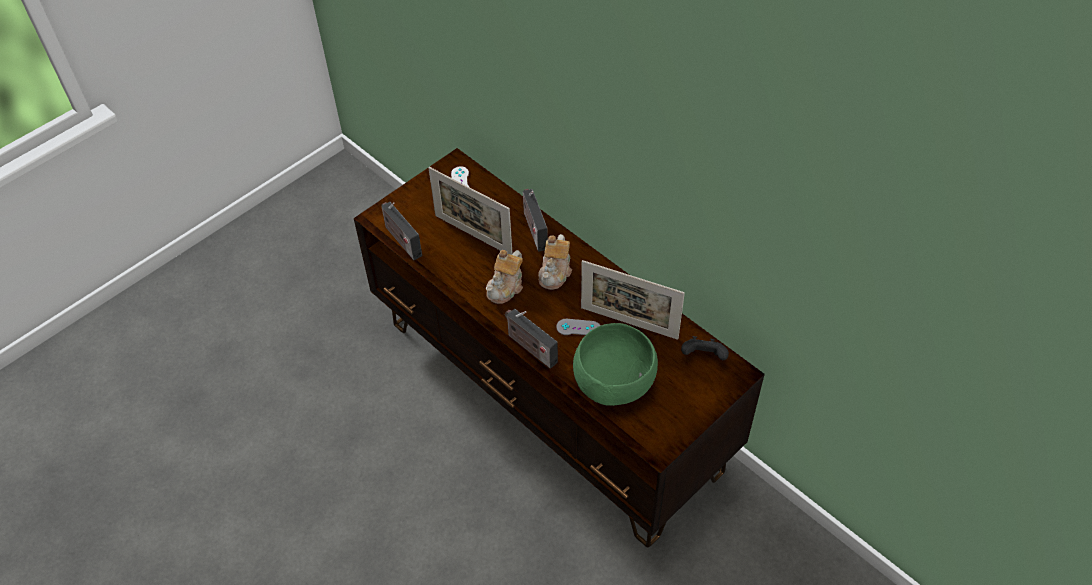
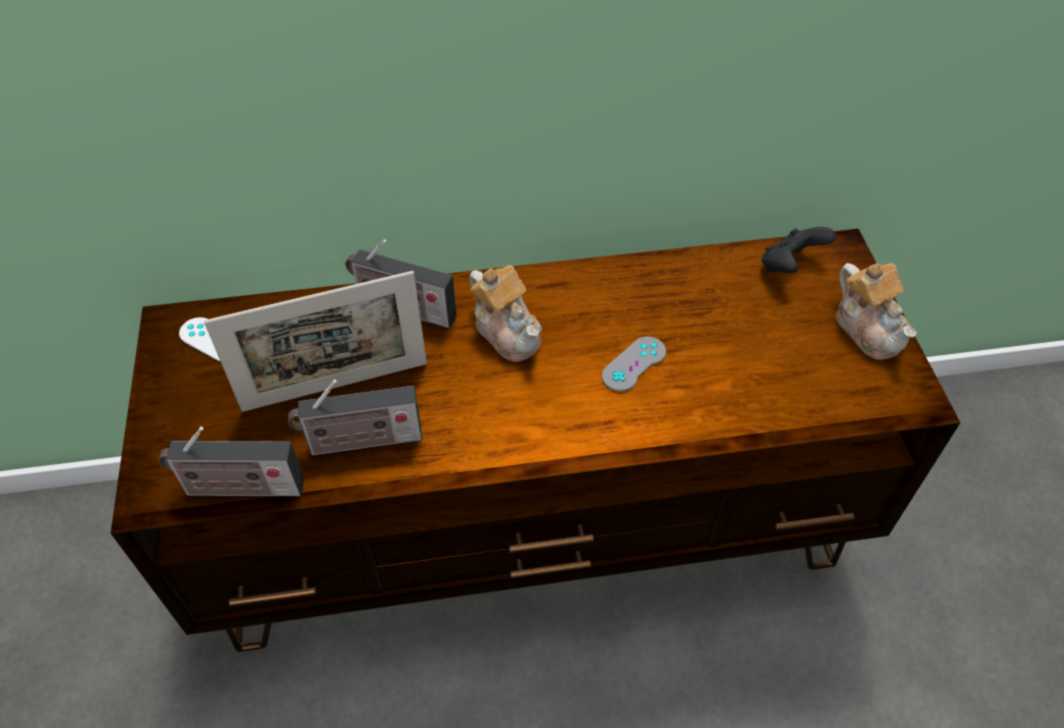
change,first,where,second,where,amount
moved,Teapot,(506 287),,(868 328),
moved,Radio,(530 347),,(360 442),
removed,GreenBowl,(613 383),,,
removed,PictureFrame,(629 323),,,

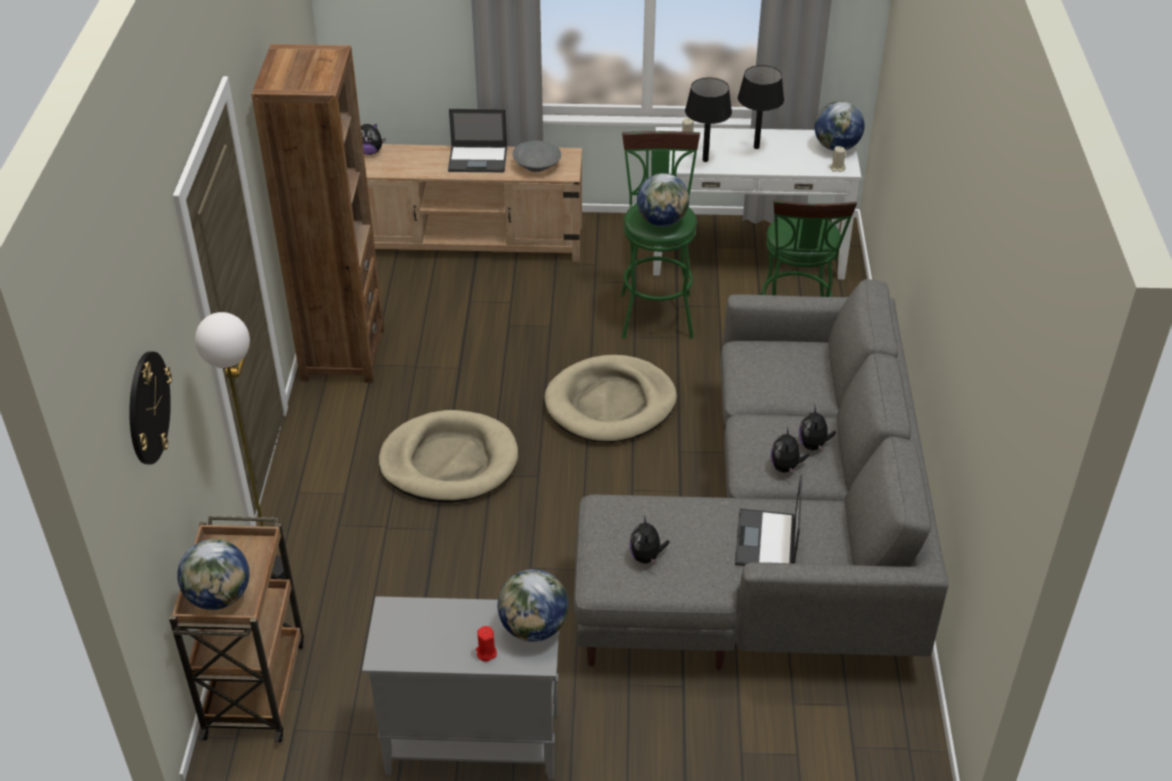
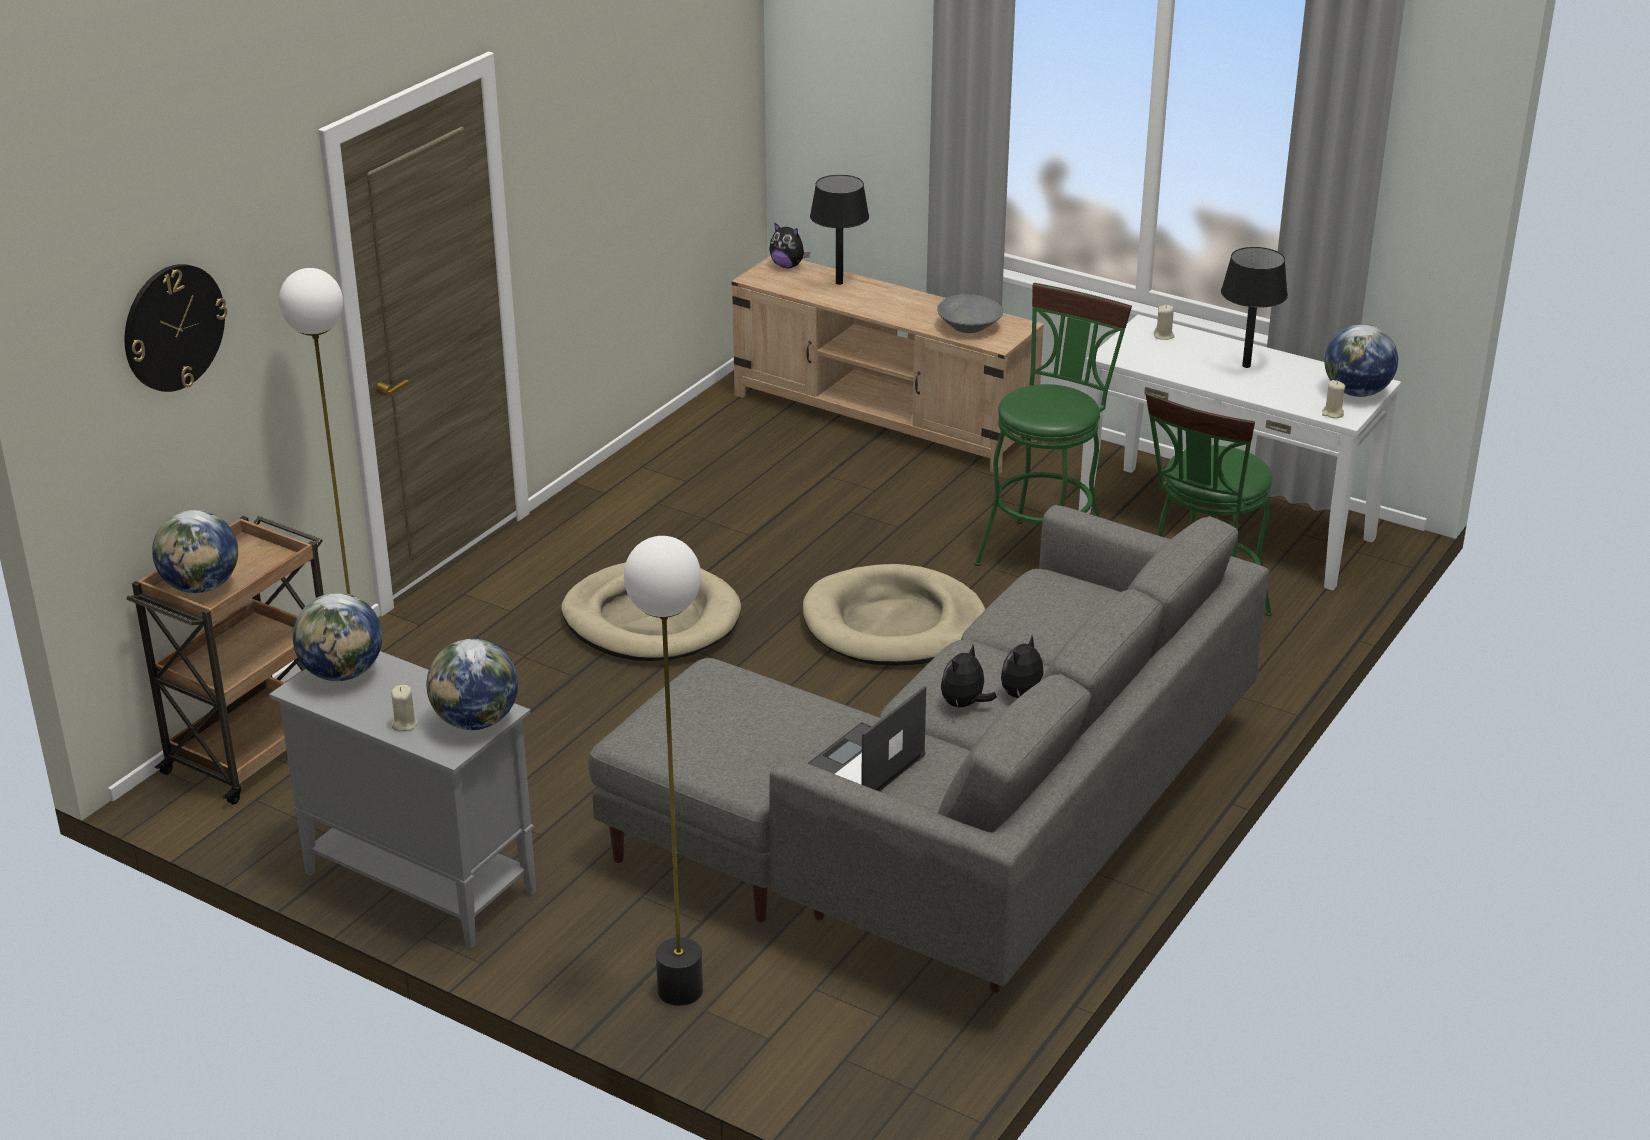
change,first,where,second,where,amount
removed,BrownBookcase,(342 353),,,
removed,Laptop,(478 159),,,
recoloured,RedCandle,(486 653),BeigeCandle,(404 724),
removed,PlushToy,(646 557),,,
moved,Globe,(662 221),,(343 673),
moved,BlackTableLamp,(705 160),,(839 283),
added,,,FloorLamp,(679 990),

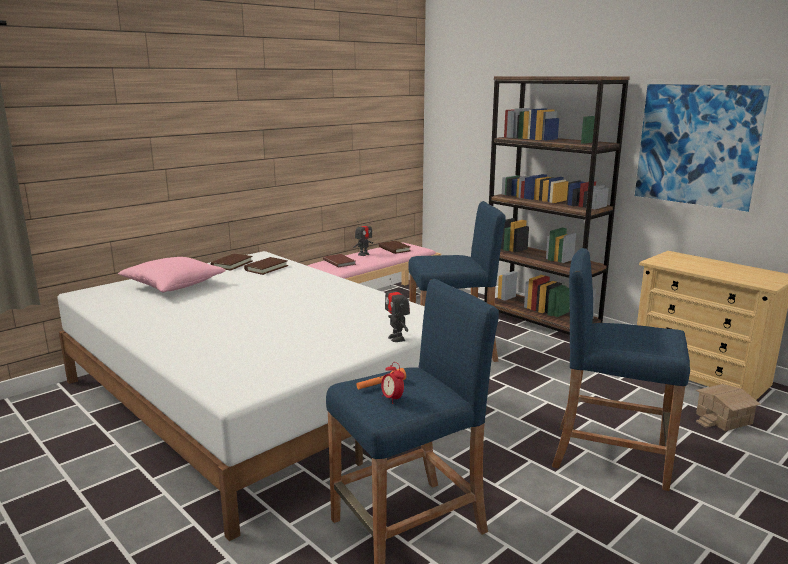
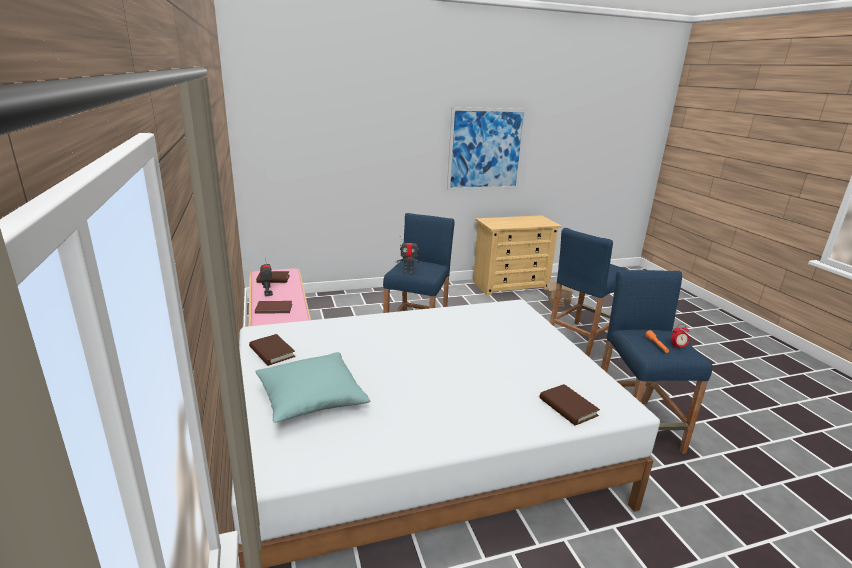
change,first,where,second,where,amount
recoloured,PinkPillow,(173 285),TurquoisePillow,(311 399),
moved,BrownBook,(266 268),,(568 407),
moved,ToyRobot,(397 338),,(408 272),
removed,BrownBookcase,(540 322),,,

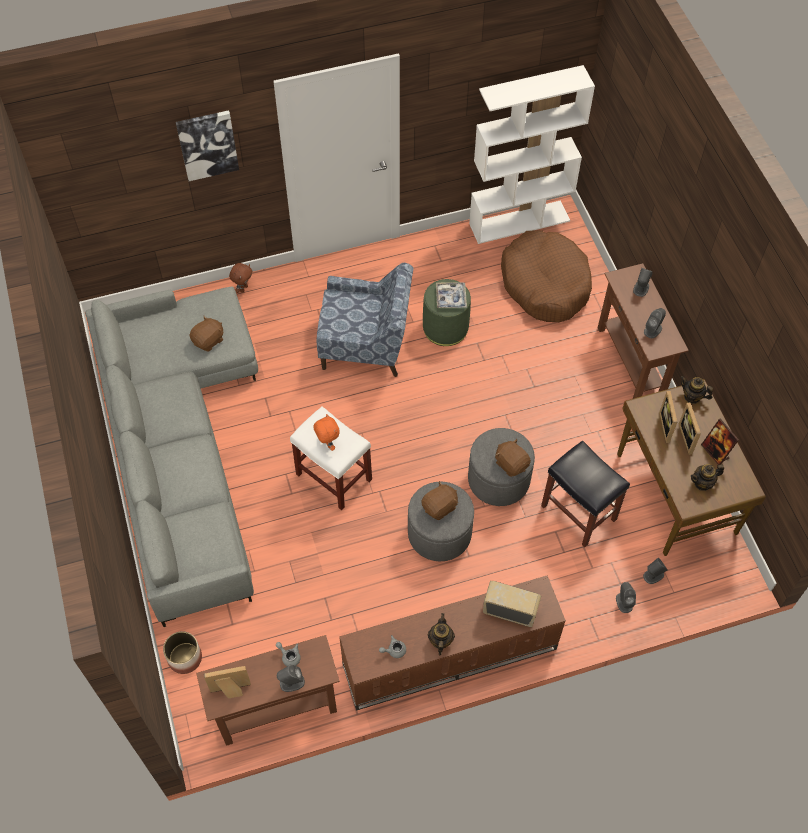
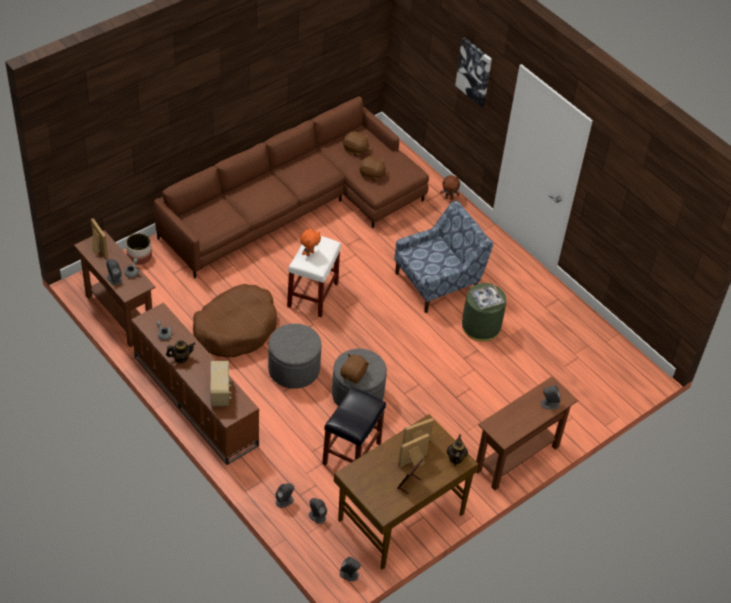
change,first,where,second,where,amount
recoloured,GreySofa,(182 447),BrownSofa,(297 206),
turned,BlueArmchair,(366 344),,(438 282),105 degrees counterclockwise
moved,BrownPlushToy,(440 507),,(355 150),
removed,WhiteBookcase,(520 222),,,
moved,BrownDogBed,(545 284),,(235 328),
moved,GreySpeaker,(653 329),,(349 574),
removed,Teapot,(703 483),,,

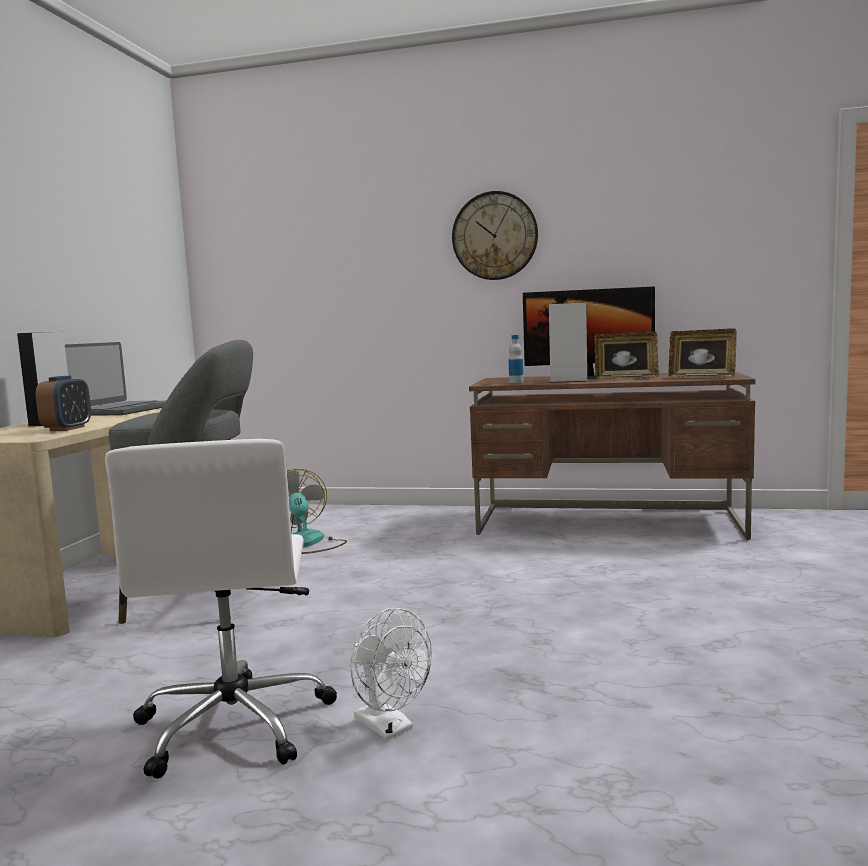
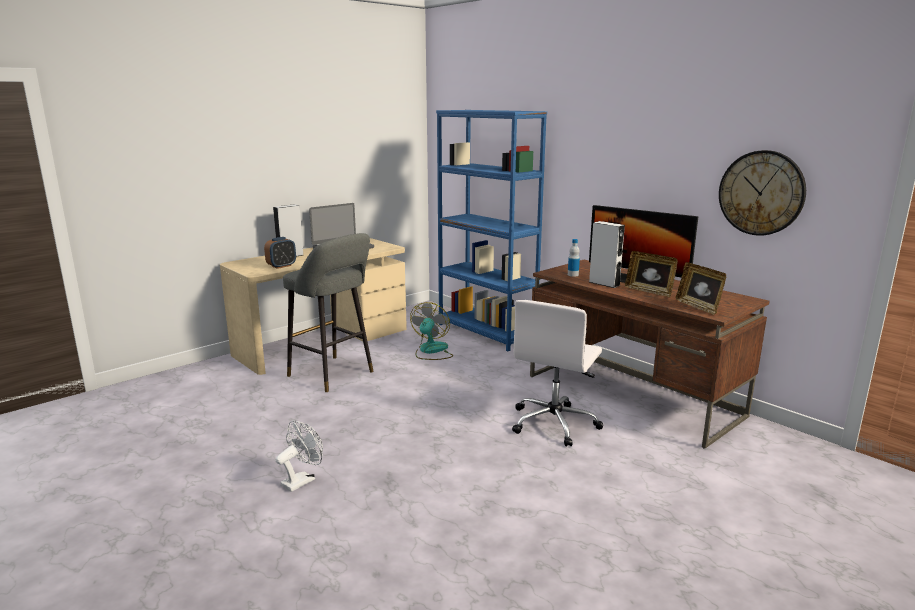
change,first,where,second,where,amount
moved,WhiteOfficeChair,(235 724),,(554 423),
turned,WhiteFan,(390 727),,(302 480),135 degrees counterclockwise
moved,WallClock,(494 236),,(761 193),
added,,,BlueBookcase,(486 332),

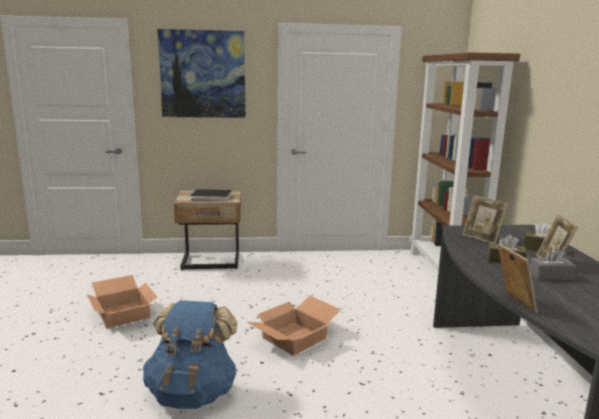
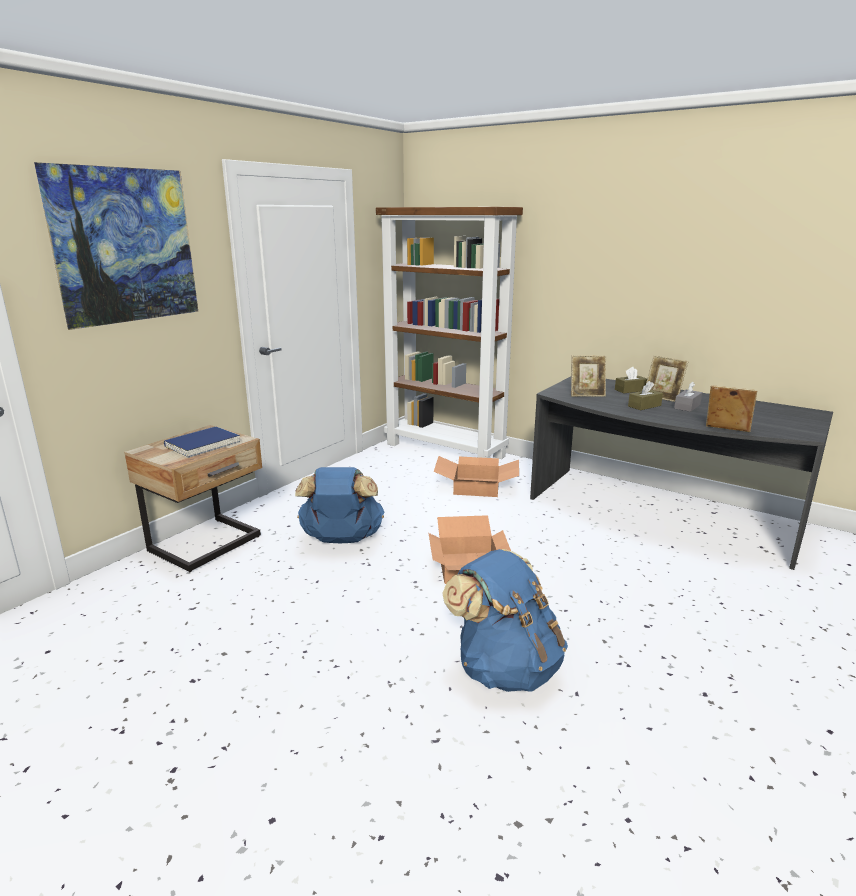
change,first,where,second,where,amount
moved,CardboardBox,(124 314),,(477 486),
recoloured,BlackBook,(211 197),BlueBook,(202 445),
added,,,BlueBackpack,(341 540),

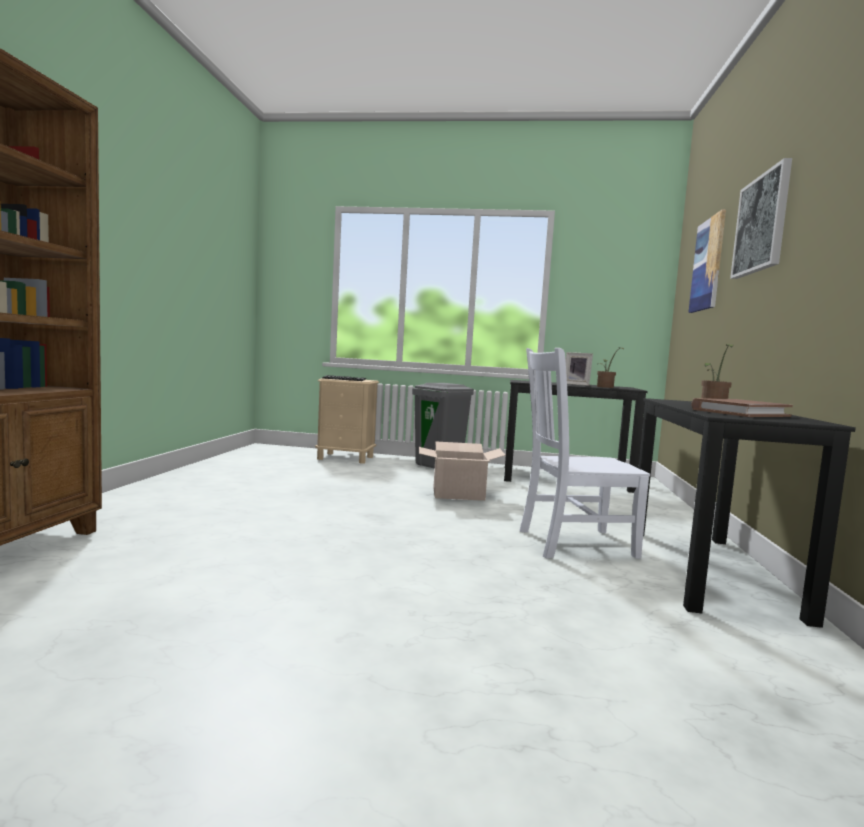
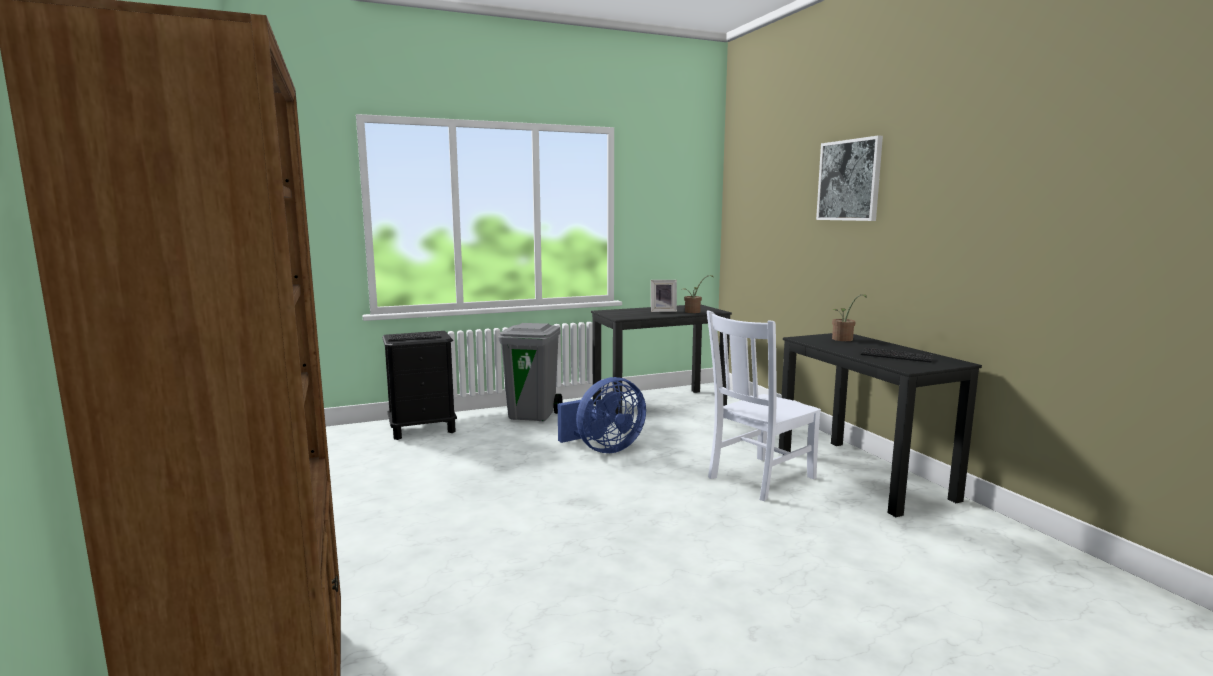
change,first,where,second,where,amount
recoloured,BeigeNightstand,(346 458),BlackNightstand,(423 429),
replaced,CardboardBox,(458 494),BlueFan,(604 449),
removed,Picture,(707 264),,,
replaced,BrownBook,(739 413),Keyboard,(896 356),

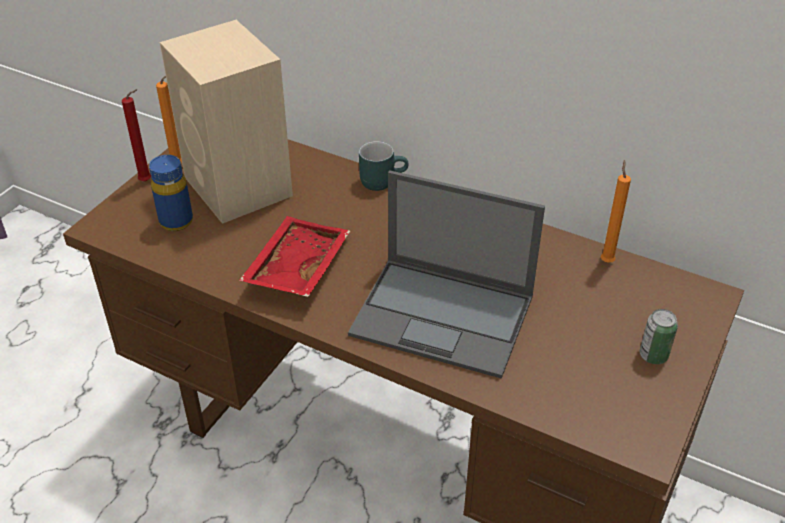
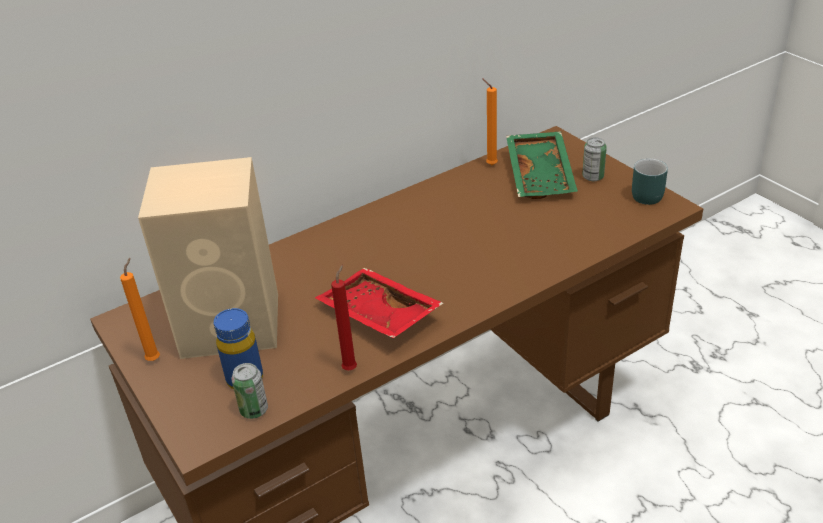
change,first,where,second,where,amount
moved,RedCandle,(147 181),,(351 368),
removed,Laptop,(444 316),,,
moved,TurquoiseMug,(382 180),,(645 194),
added,,,Can,(254 410),
added,,,GreenTray,(542 175),

